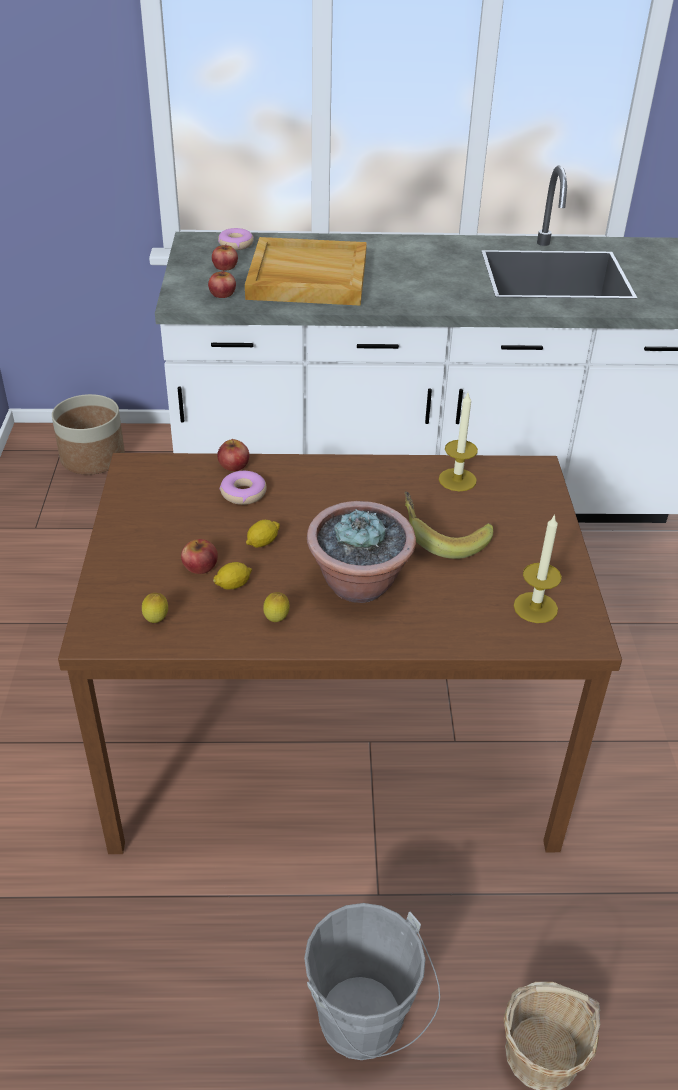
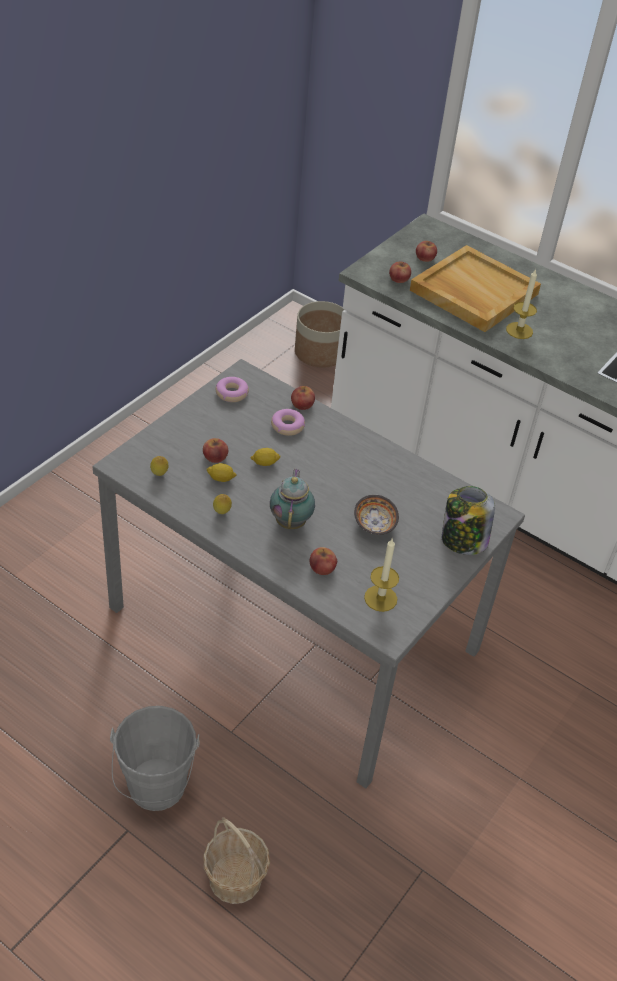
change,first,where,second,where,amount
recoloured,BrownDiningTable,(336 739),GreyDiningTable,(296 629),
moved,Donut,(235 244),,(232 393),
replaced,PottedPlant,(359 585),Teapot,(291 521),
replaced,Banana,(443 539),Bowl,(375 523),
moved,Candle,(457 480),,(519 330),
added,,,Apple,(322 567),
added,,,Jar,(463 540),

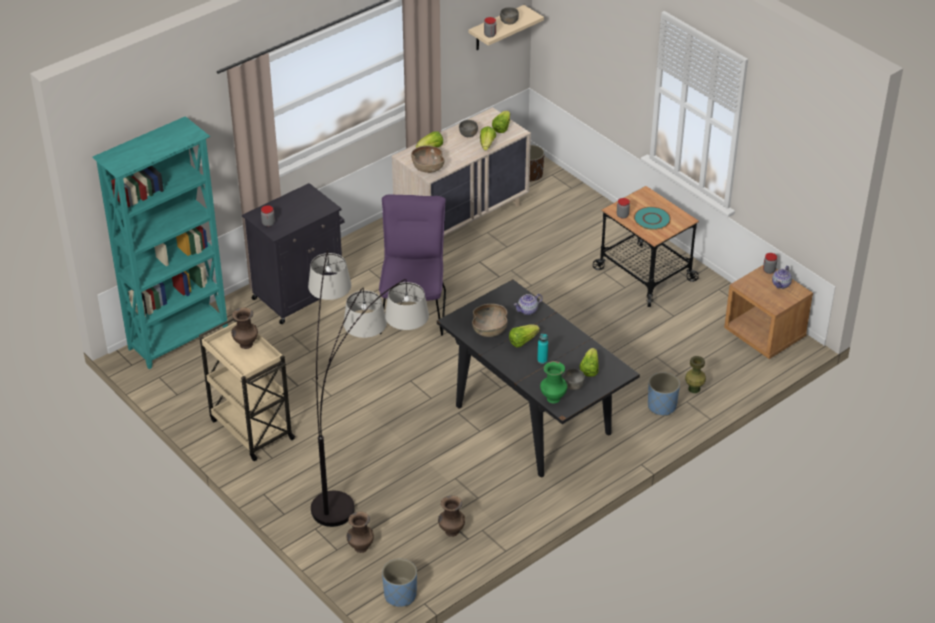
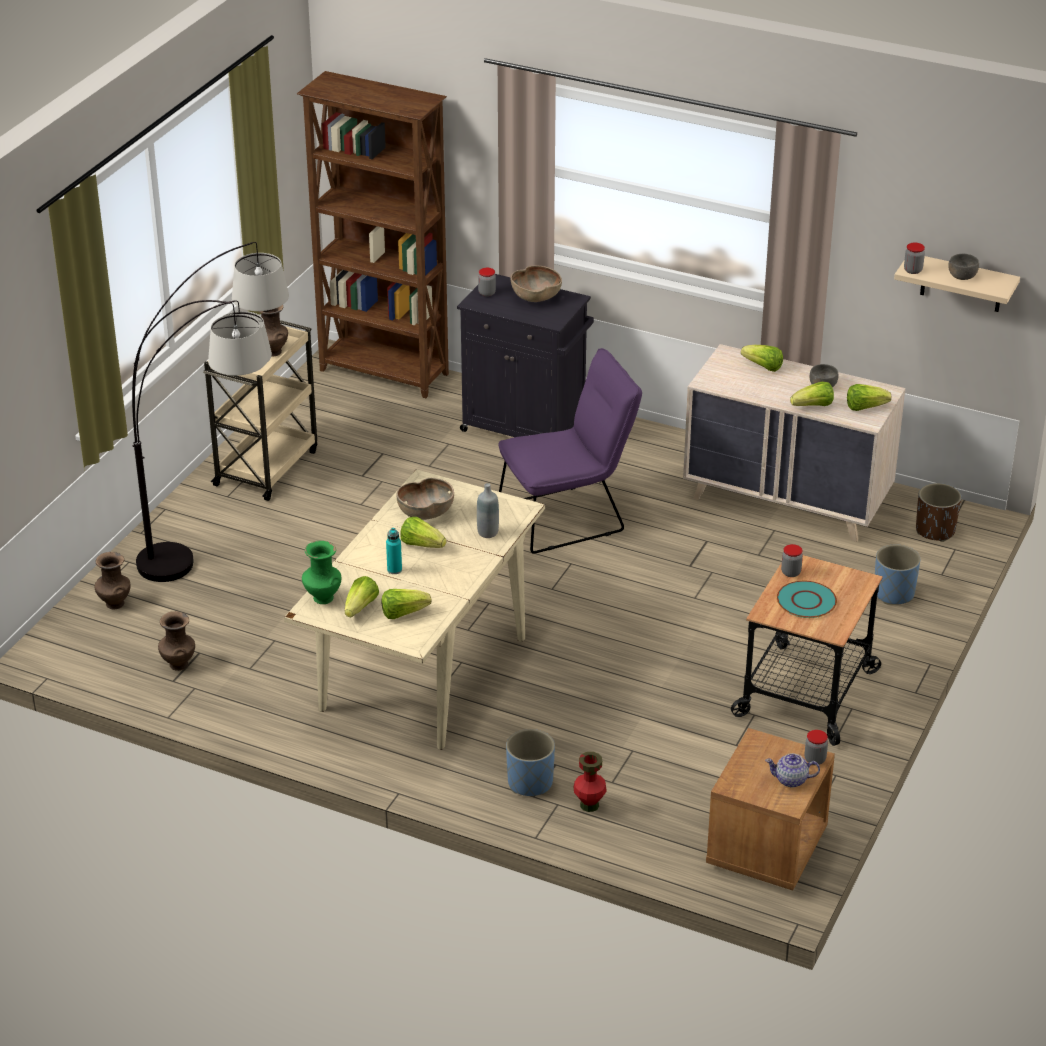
change,first,where,second,where,amount
recoloured,TurquoiseBookcase,(179 339),BrownBookcase,(384 373),
moved,BluePlanter,(400 595),,(893 593),
moved,BrownBowl,(427 168),,(535 297),
recoloured,BlackDiningTable,(534 420),BeigeDiningTable,(423 674),
replaced,Teapot,(528 310),GreyBottle,(488 532),
replaced,GreyBowl,(573 385),Lettuce,(361 608),
recoloured,GreenVase,(694 389),RedVase,(589 805),

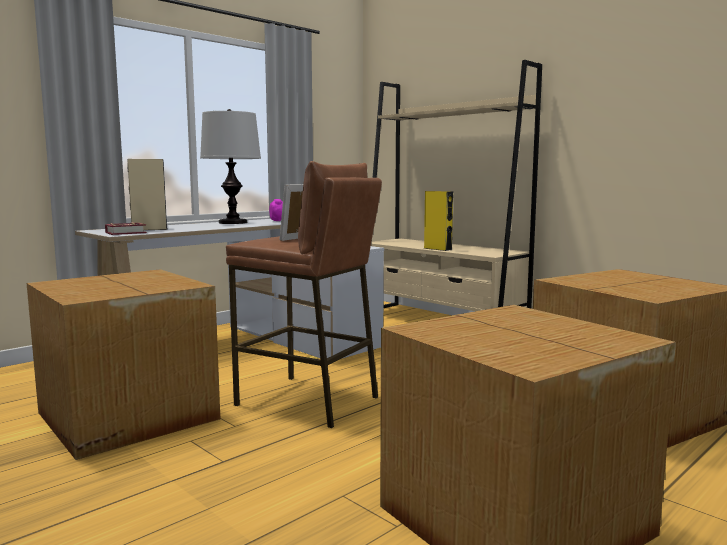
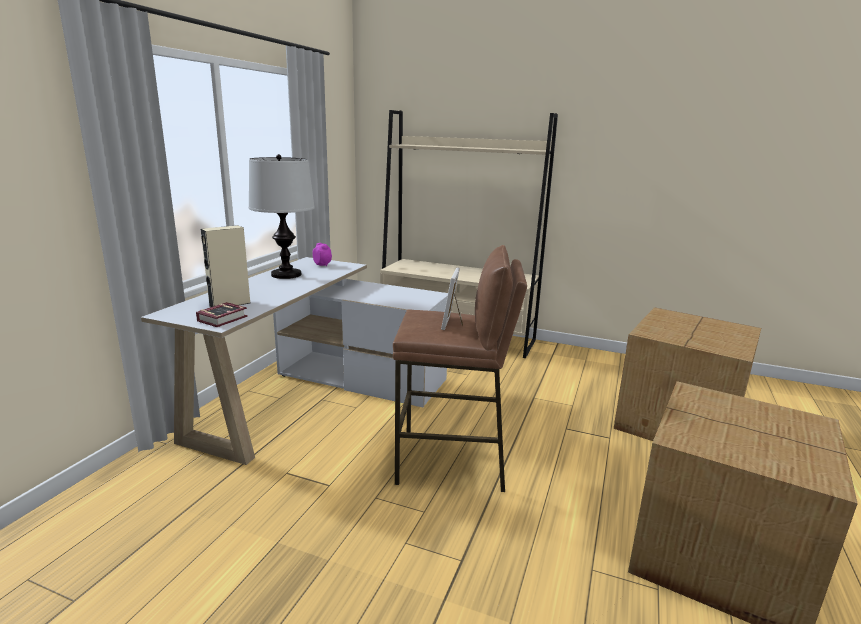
change,first,where,second,where,amount
removed,CardboardBox,(126 417),,,
removed,YellowSpeaker,(437 249),,,

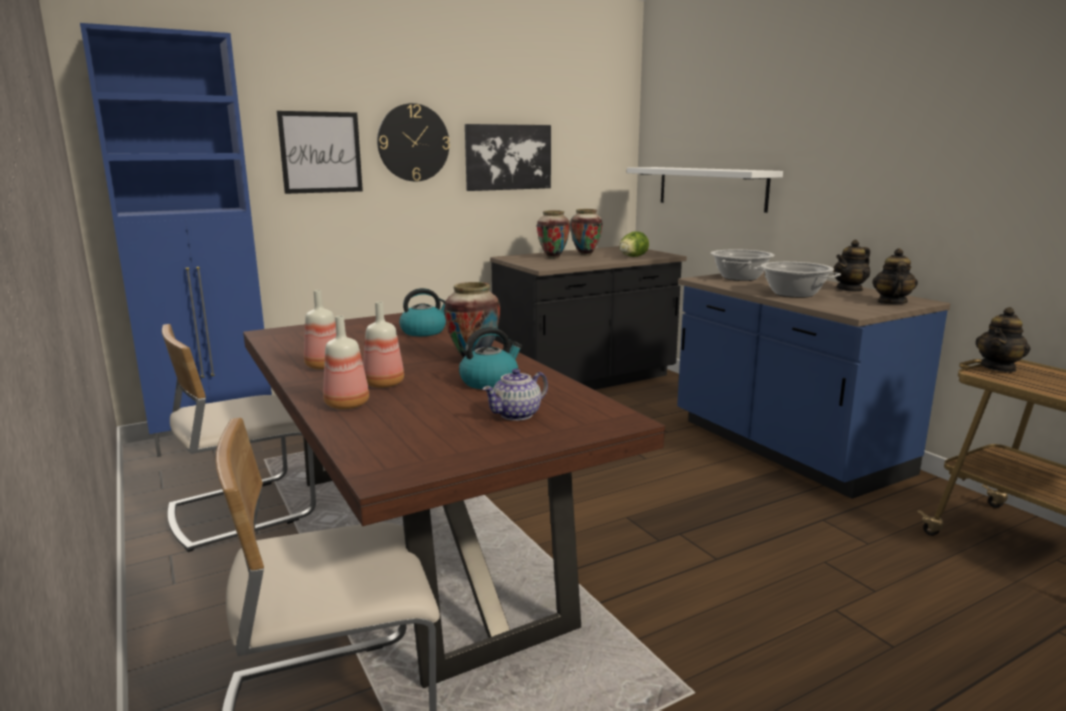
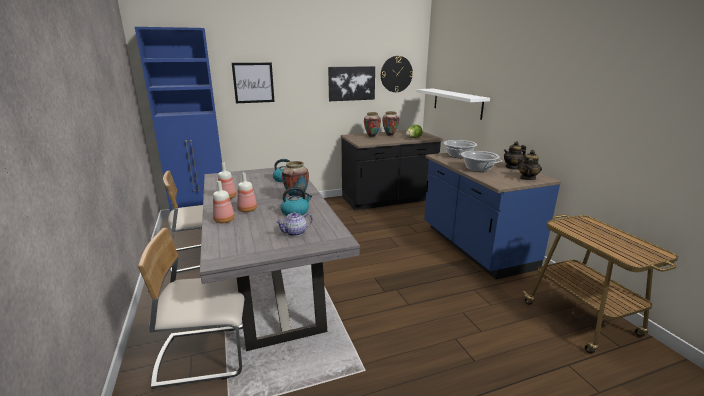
change,first,where,second,where,amount
recoloured,BrownDiningTable,(421 545),GreyDiningTable,(272 282),
moved,WallClock,(413 143),,(396 74),
removed,Teapot,(998 367),,,

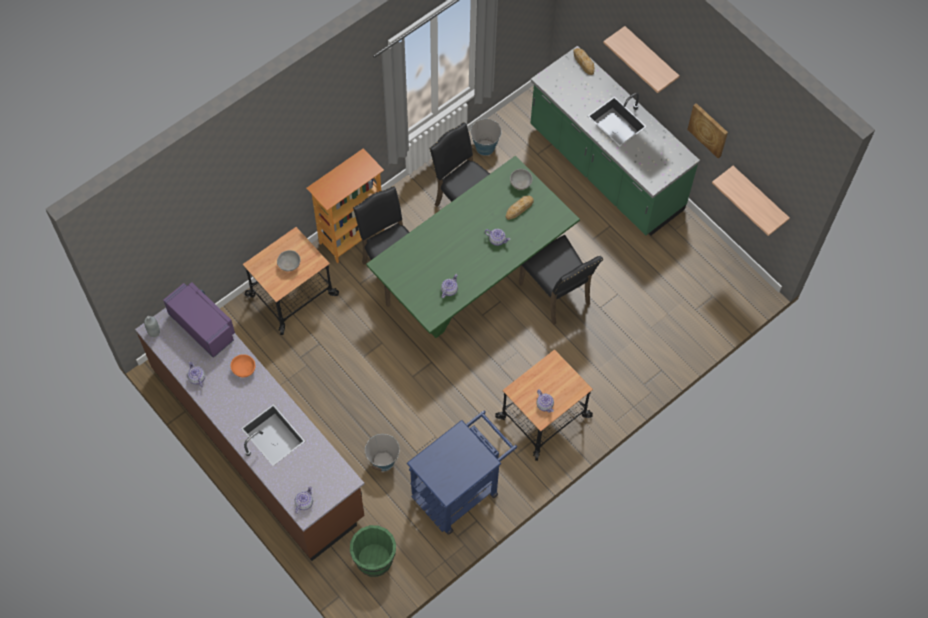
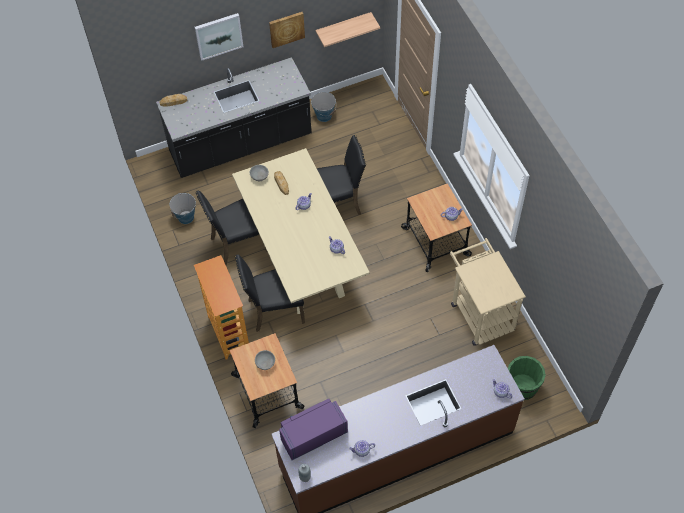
change,first,where,second,where,amount
removed,OrangeBowl,(244 369),,,
moved,Bucket,(383 461),,(324 115),
recoloured,GreenDiningTable,(472 278),BeigeDiningTable,(301 257),
recoloured,BlueCart,(460 489),BeigeCart,(479 312),
recoloured,GreenCounter,(605 169),BlackCounter,(240 145),
replaced,Shelf,(650 58),Picture,(218 36),

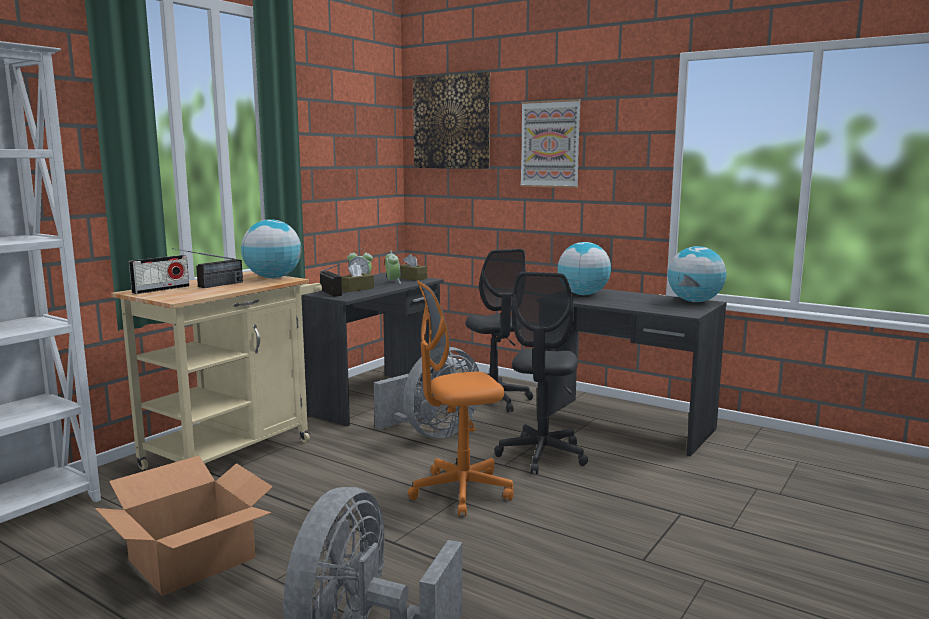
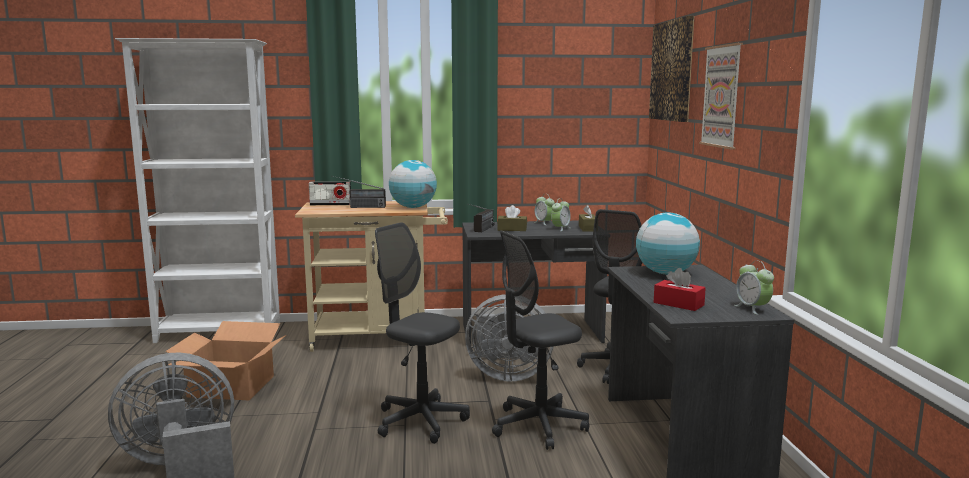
change,first,where,second,where,amount
recoloured,OrangeOfficeChair,(461 492),GreyOfficeChair,(420 421),
replaced,Globe,(694 301),AlarmClock,(752 308),
added,,,RedTissueBox,(678 304),

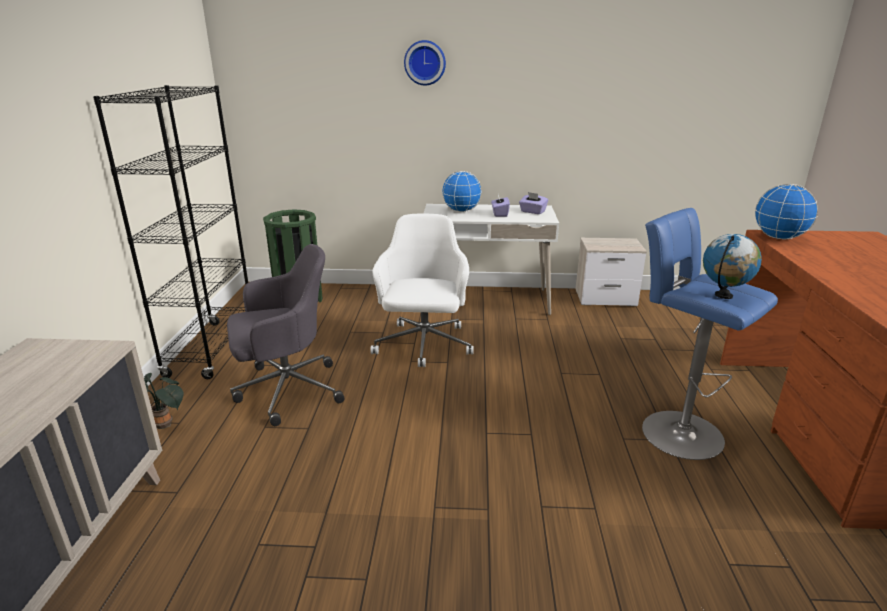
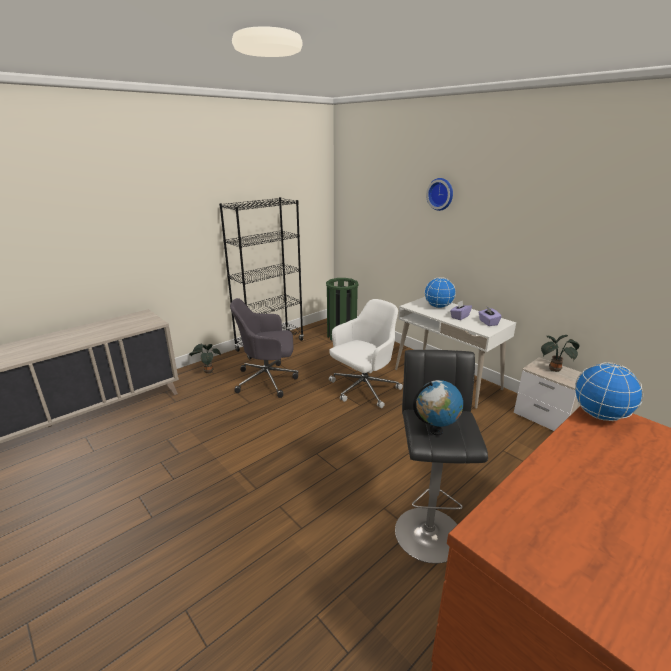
change,first,where,second,where,amount
turned,GreyOfficeChair,(286 390),,(268 380),150 degrees clockwise
recoloured,BlueStool,(676 431),BlackStool,(427 529),
added,,,PottedPlant,(554 369),

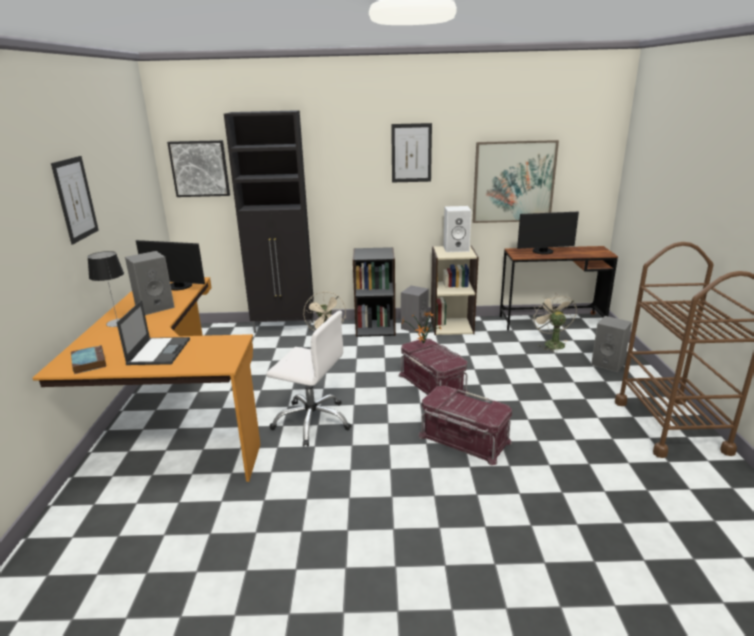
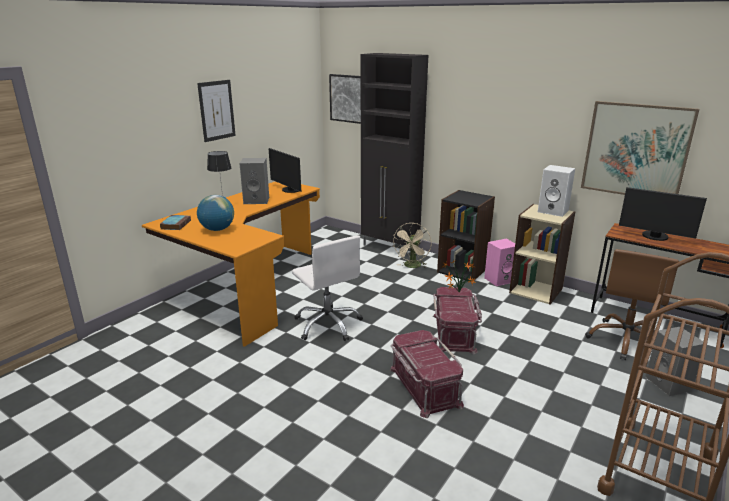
change,first,where,second,where,amount
replaced,Laptop,(159 351),Globe,(217 229),
removed,Picture,(411 153),,,
recoloured,GreySpeaker,(414 326),PinkSpeaker,(499 279),
replaced,BeigeFan,(551 343),BrownOfficeChair,(625 340),

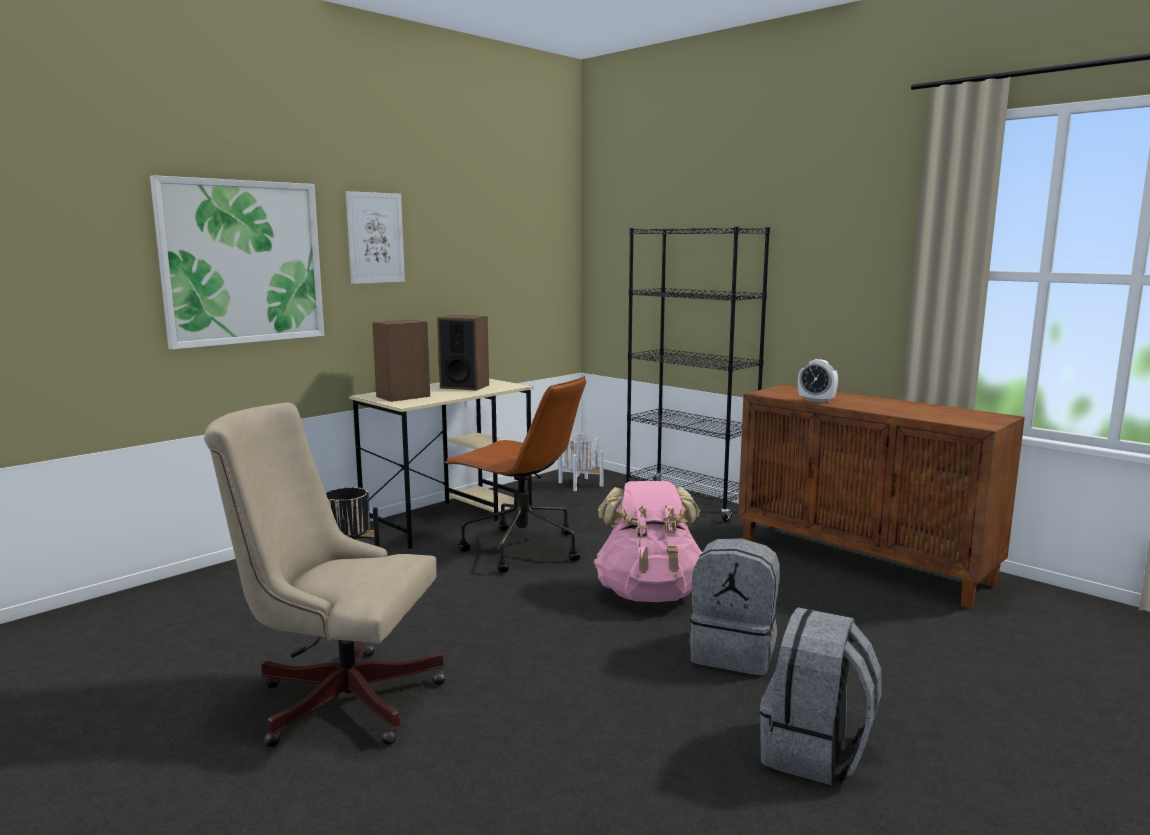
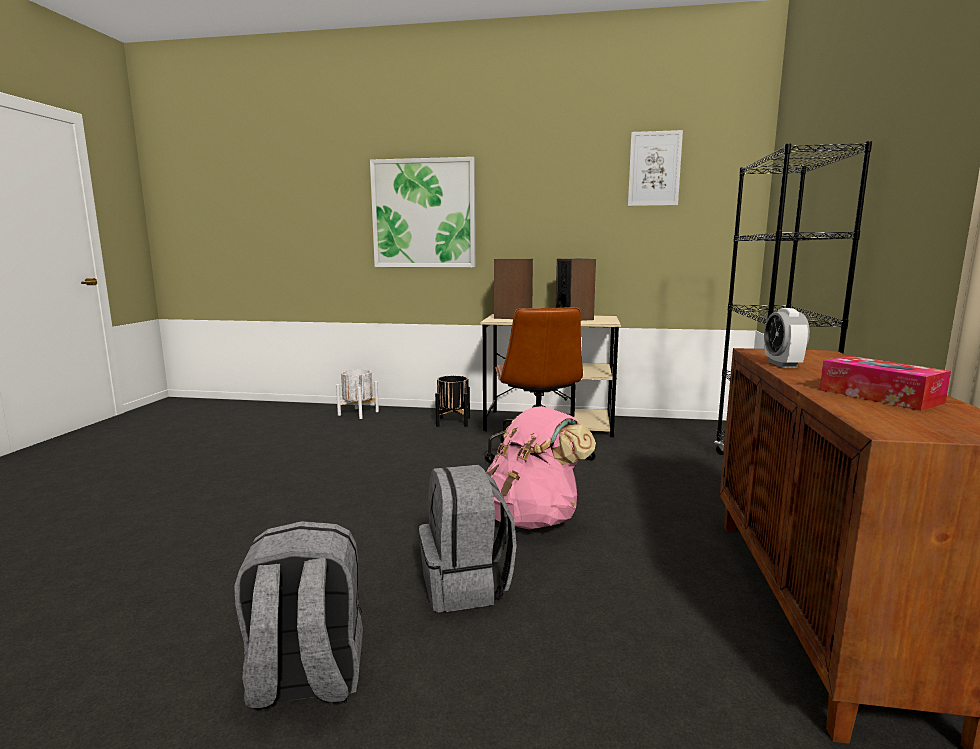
change,first,where,second,where,amount
removed,BeigeOfficeChair,(338 697),,,
moved,Picture,(375 238),,(654 169),
moved,WhitePlanter,(580 484),,(358 413),
added,,,TissueBox,(879 396),

